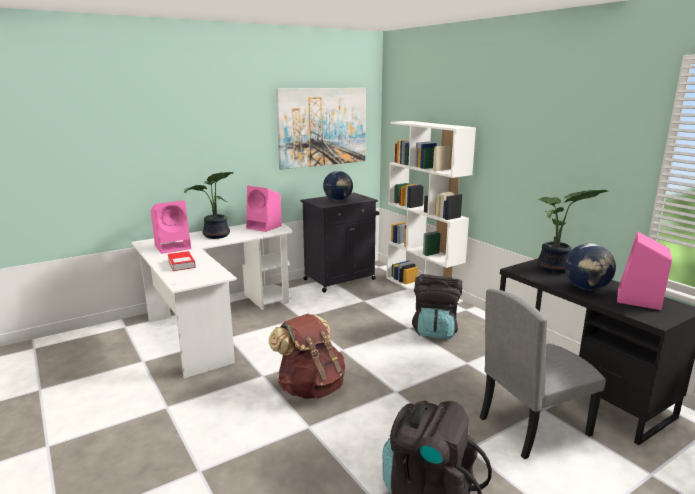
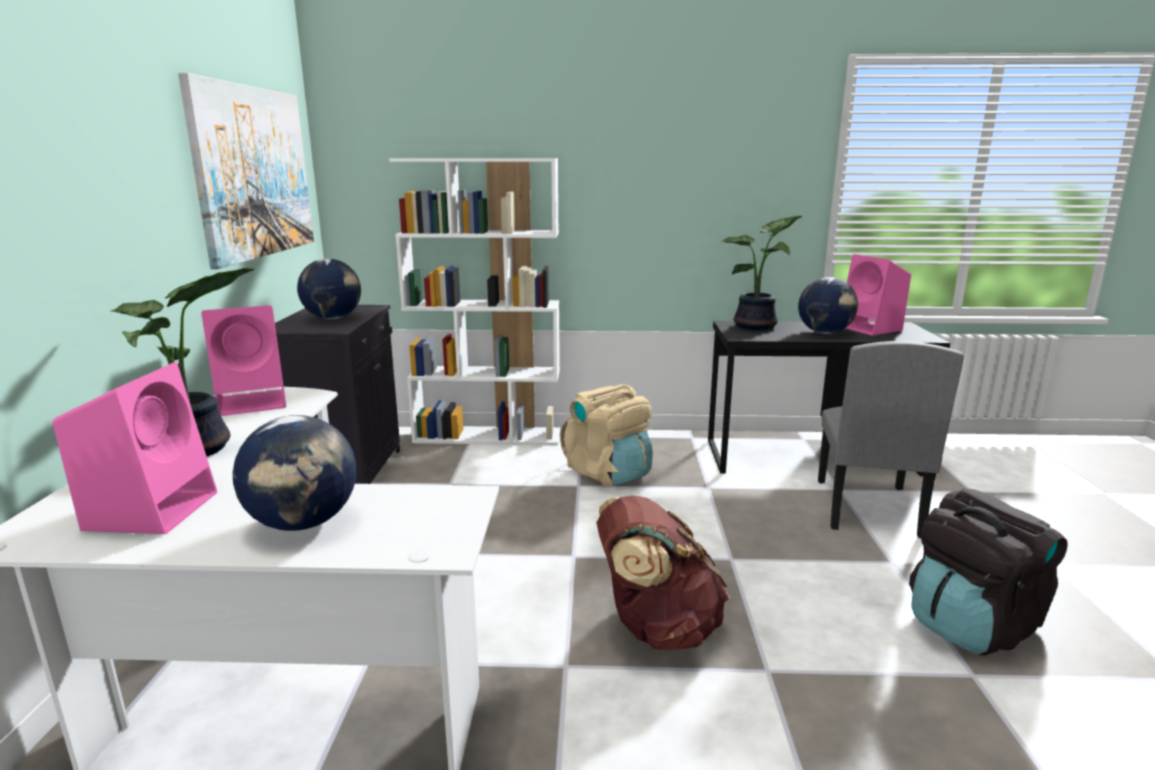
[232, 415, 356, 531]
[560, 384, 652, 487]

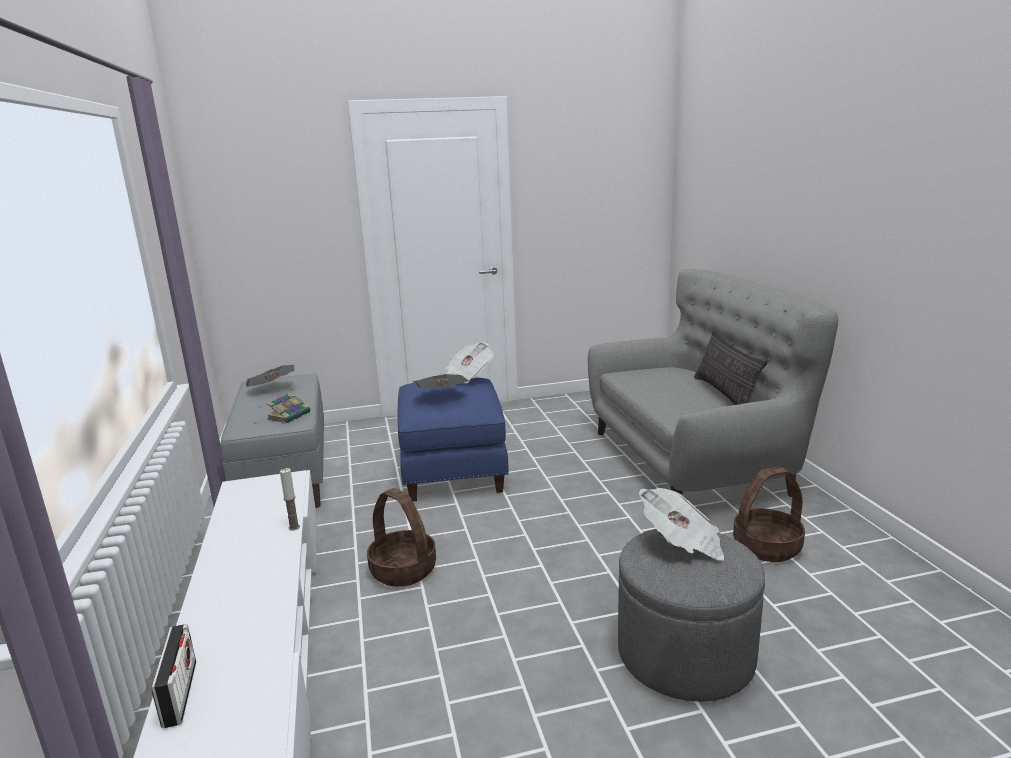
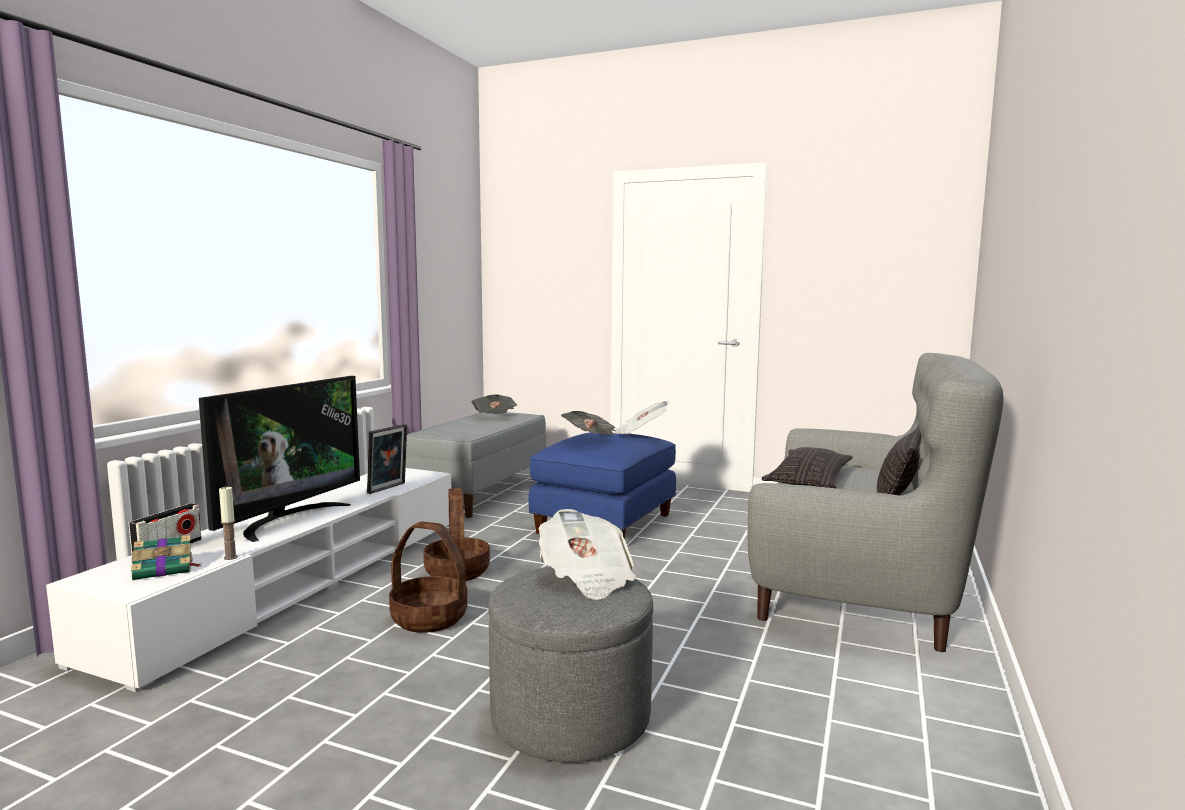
[199, 376, 360, 542]
[367, 424, 407, 494]
[762, 447, 853, 488]
[131, 535, 200, 581]
[219, 486, 238, 560]
[389, 521, 467, 633]

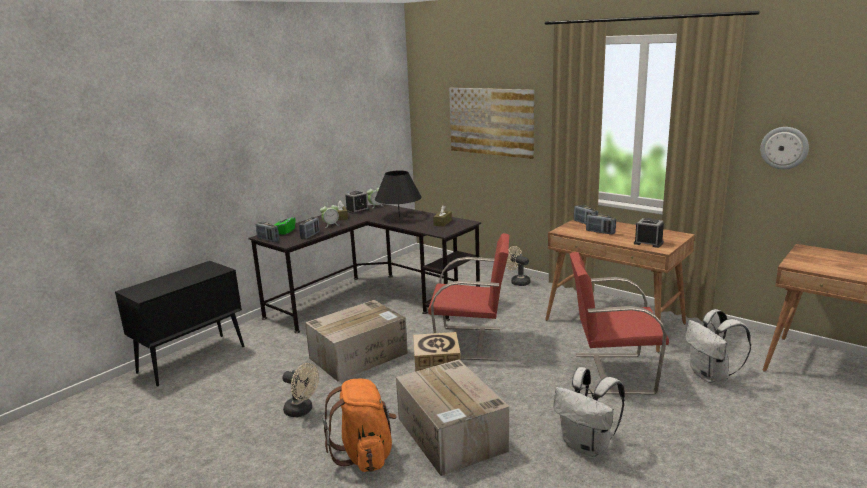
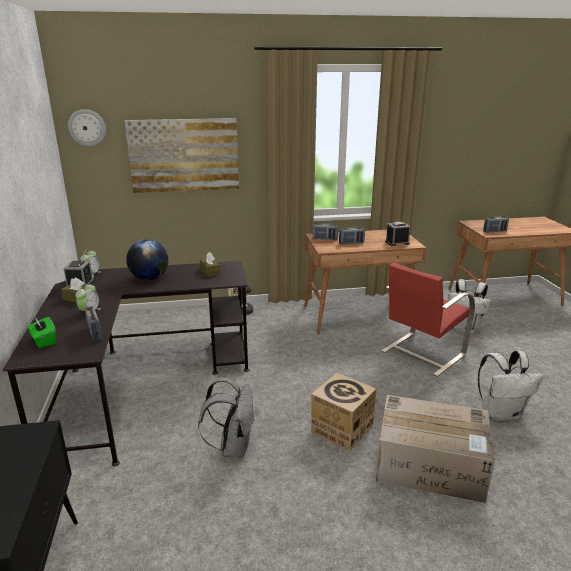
[282, 363, 319, 417] (first image)
[323, 378, 397, 472] (first image)
[428, 233, 509, 361] (first image)
[483, 216, 509, 233]
[68, 109, 106, 147]
[198, 378, 255, 458]
[126, 239, 169, 280]

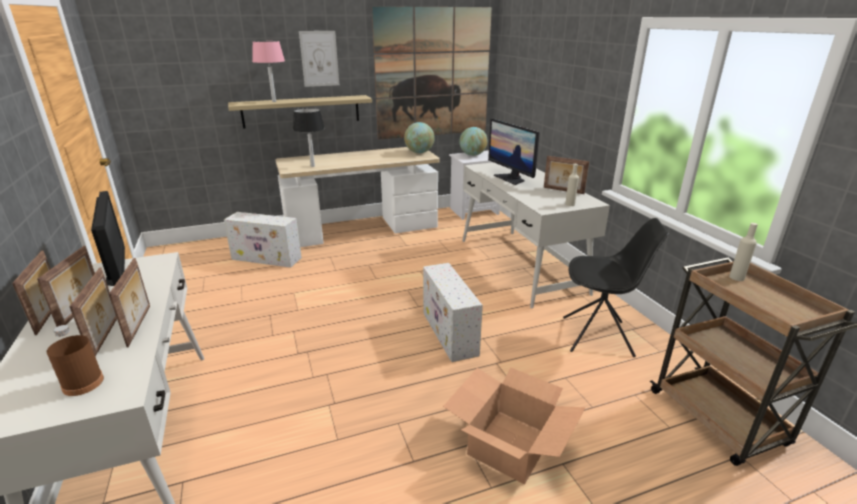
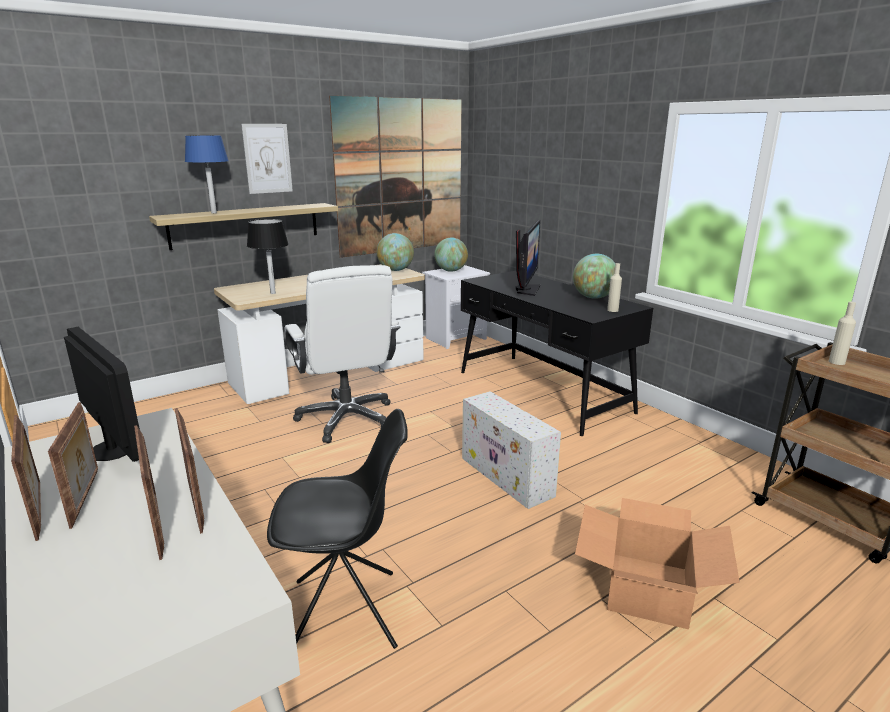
[47, 325, 104, 396] (first image)
[224, 212, 302, 267] (first image)
[284, 265, 400, 443]
[267, 409, 408, 649]
[573, 254, 615, 299]
[185, 136, 229, 214]
[461, 271, 653, 436]
[515, 220, 540, 296]

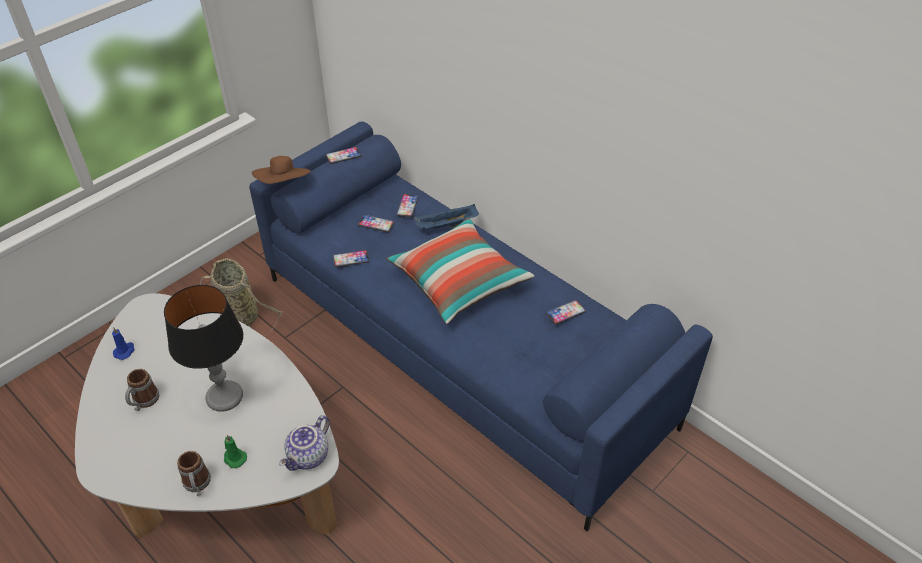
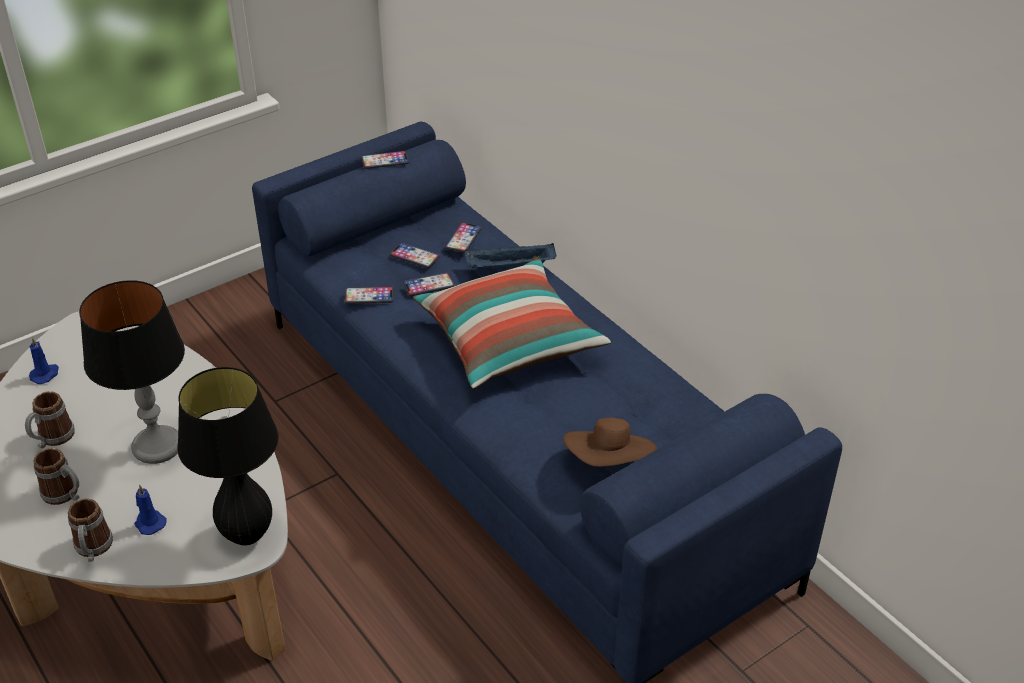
[200, 258, 282, 336] (first image)
[33, 448, 80, 505]
[563, 418, 657, 467]
[403, 273, 454, 296]
[177, 367, 279, 546]
[134, 484, 166, 535]

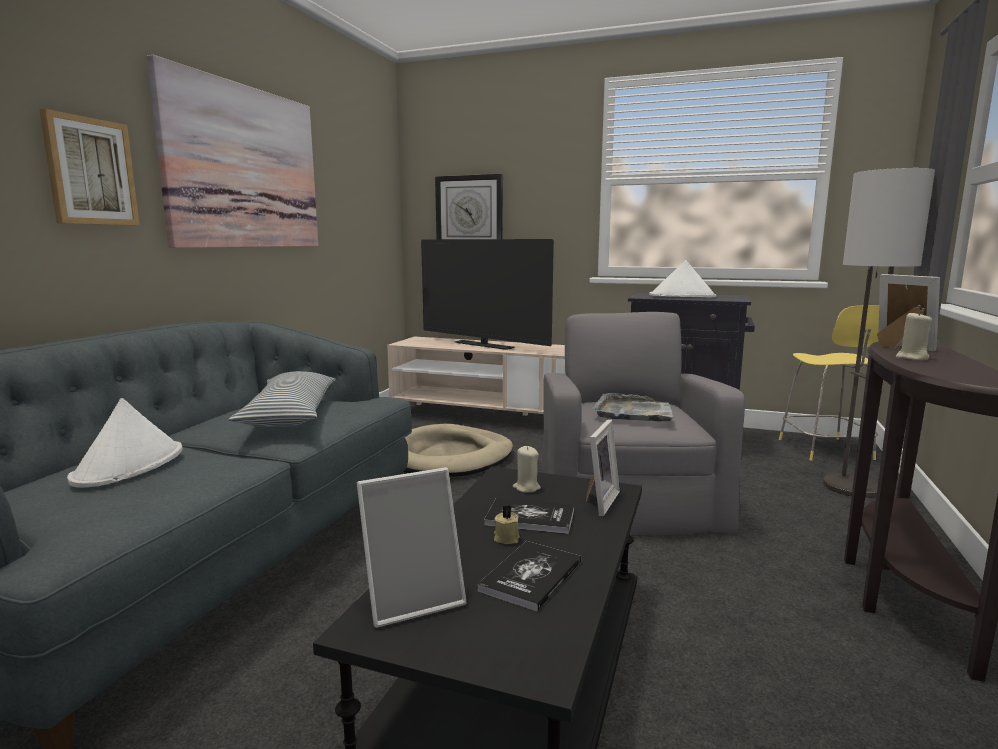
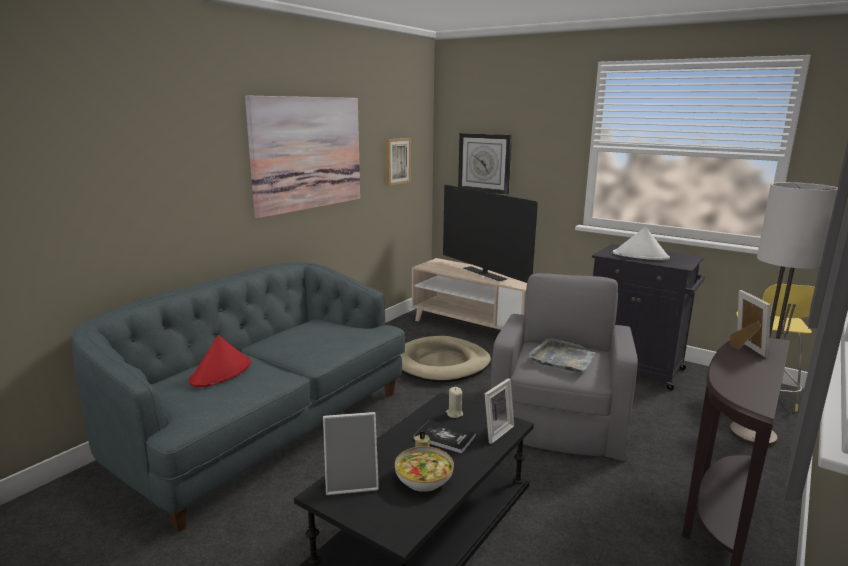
[229, 371, 336, 427] (first image)
[896, 311, 932, 360] (first image)
[386, 138, 411, 186]
[395, 446, 454, 492]
[189, 335, 251, 387]

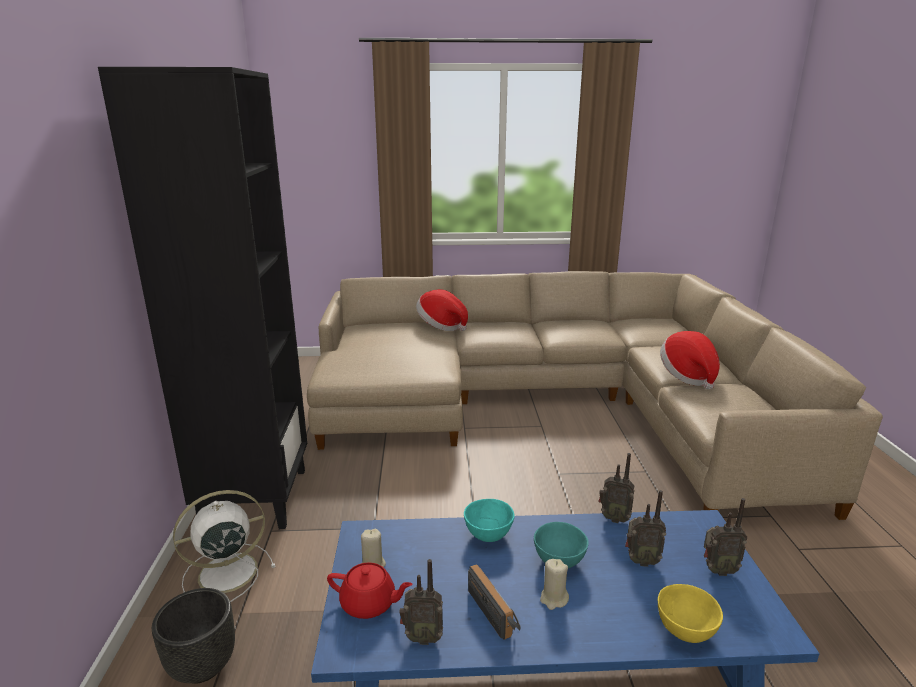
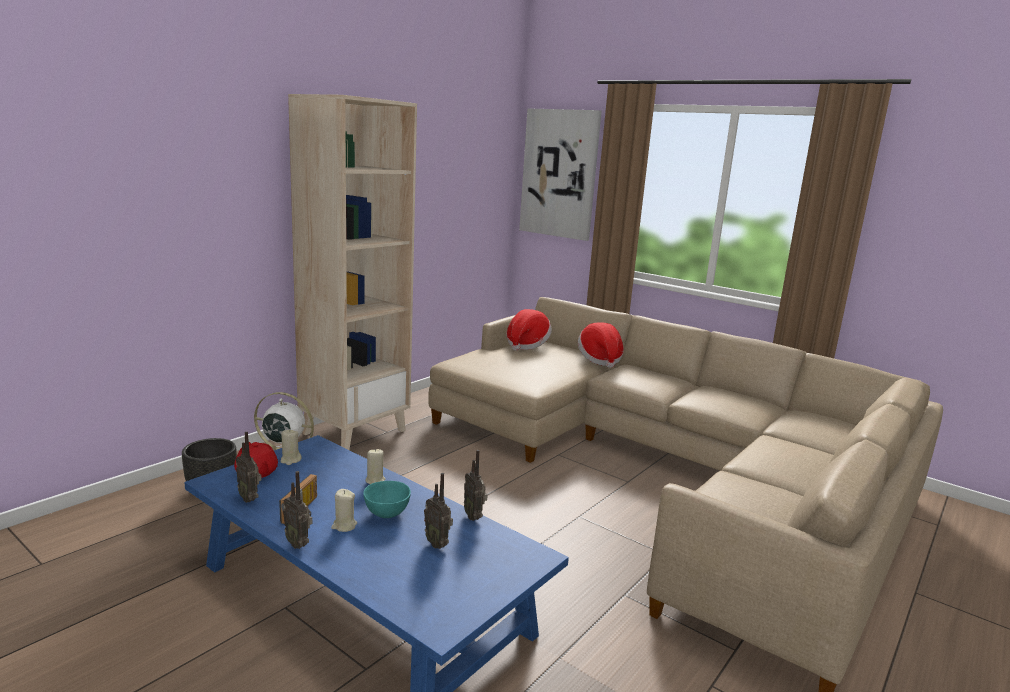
[658, 584, 723, 643] (first image)
[519, 108, 602, 241]
[506, 309, 552, 351]
[283, 471, 312, 549]
[365, 449, 386, 484]
[288, 94, 417, 450]

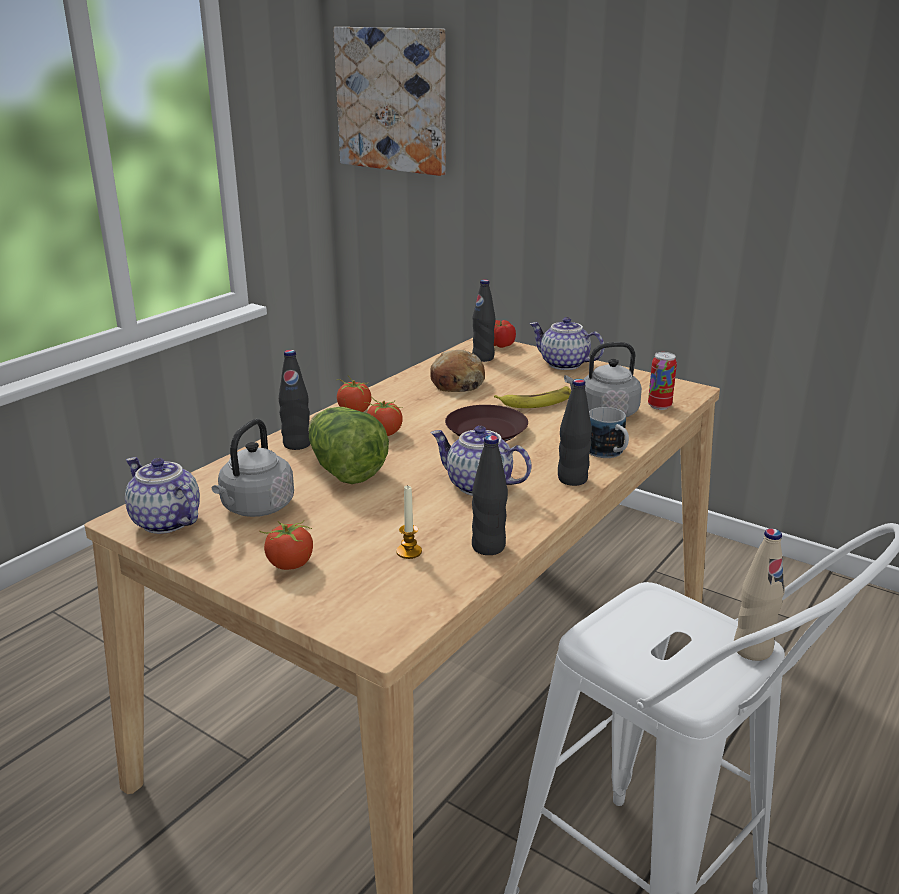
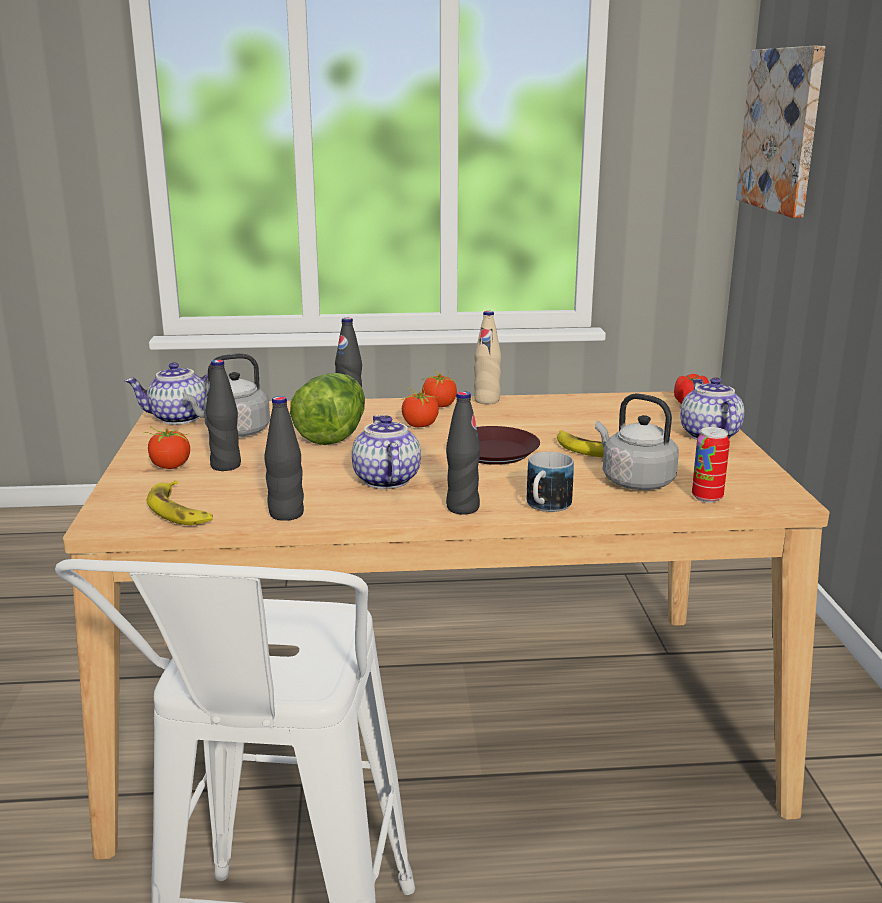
[396, 486, 422, 559] (first image)
[430, 350, 485, 392] (first image)
[147, 480, 213, 525]
[206, 360, 241, 471]
[474, 311, 501, 404]
[125, 362, 208, 425]

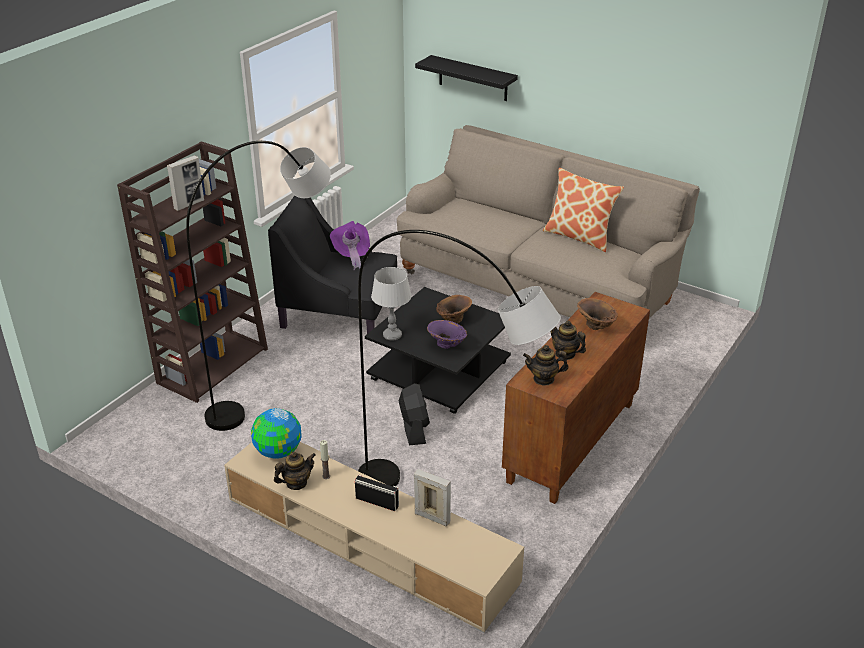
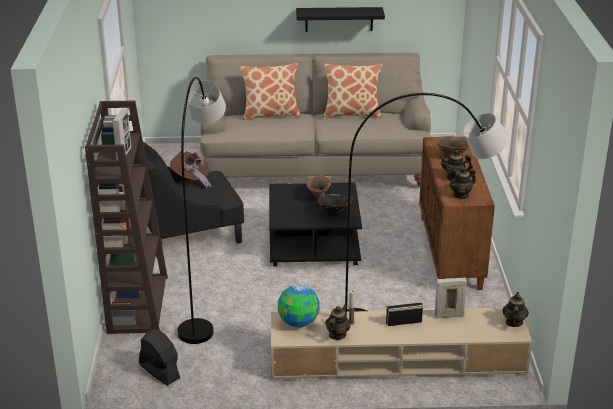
[371, 267, 411, 341] (first image)
[240, 63, 301, 120]
[502, 292, 529, 327]
[139, 329, 180, 385]
[296, 7, 385, 32]
[170, 151, 212, 189]
[318, 193, 354, 216]

